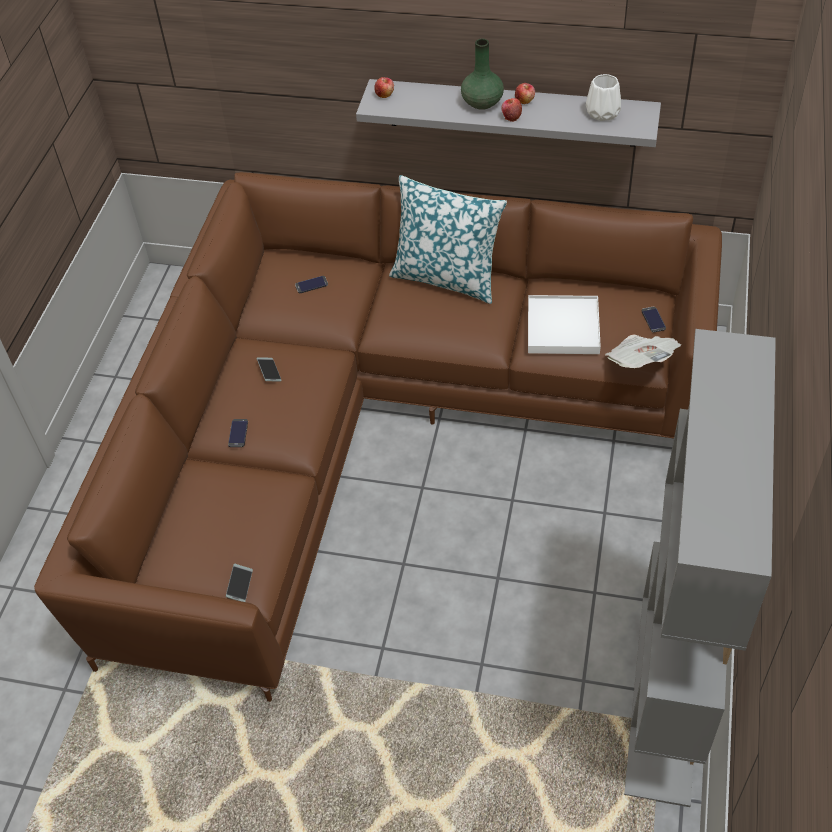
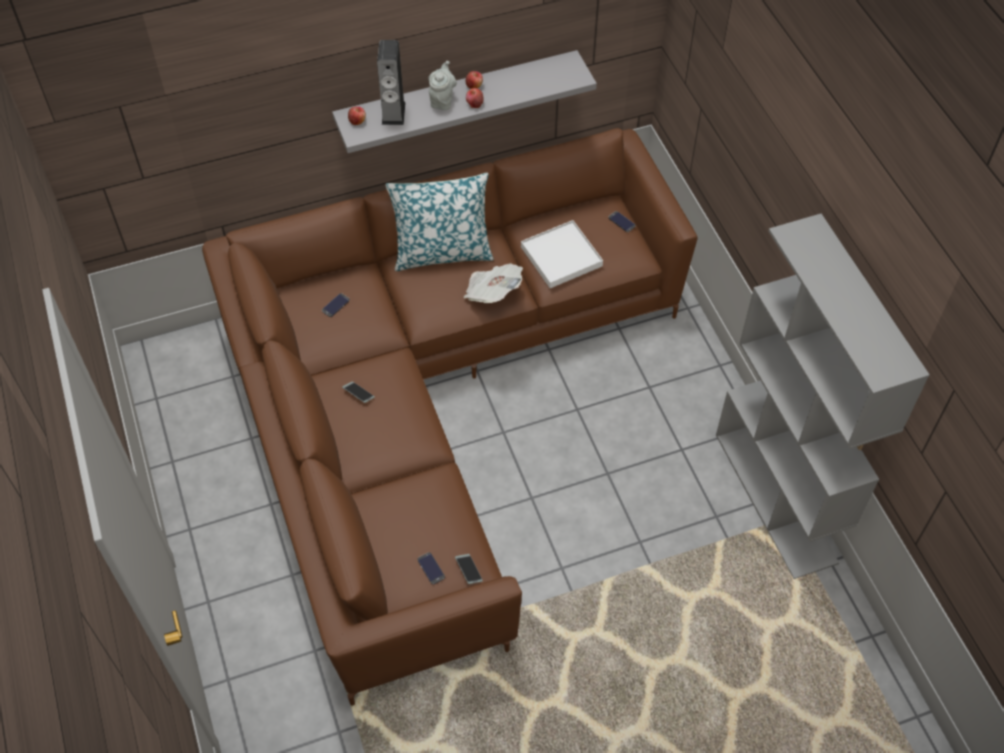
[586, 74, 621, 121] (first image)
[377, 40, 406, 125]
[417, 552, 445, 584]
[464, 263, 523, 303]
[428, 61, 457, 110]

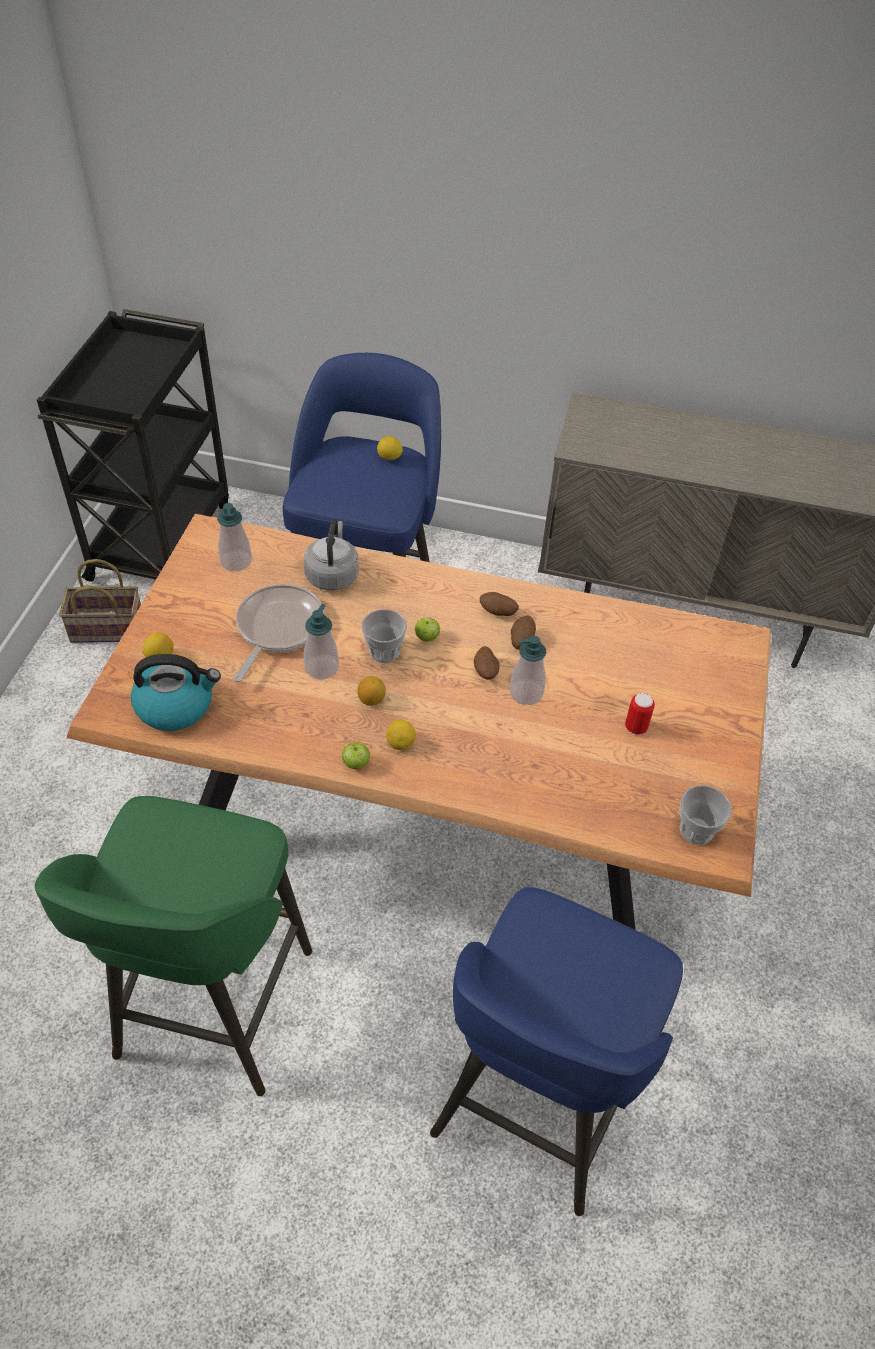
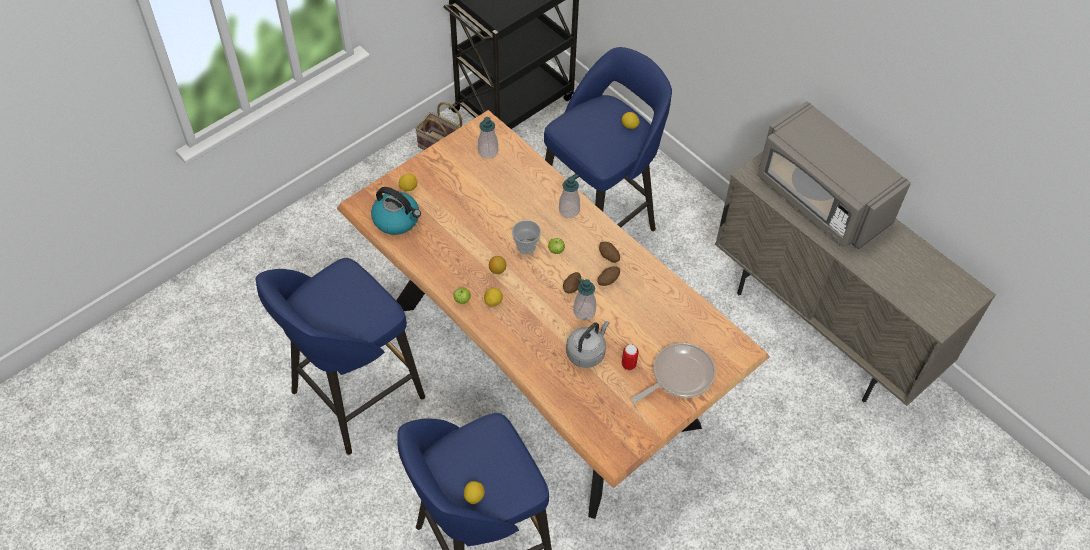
[679, 785, 732, 845] (first image)
[464, 481, 485, 504]
[758, 101, 911, 249]
[632, 343, 716, 403]
[566, 321, 609, 368]
[559, 174, 580, 218]
[255, 258, 425, 455]

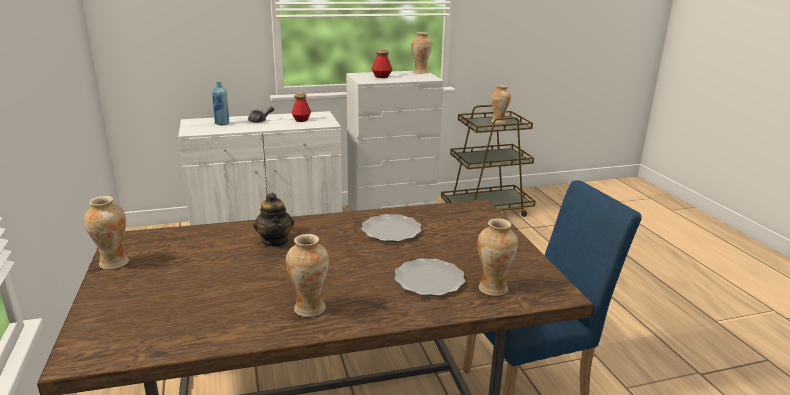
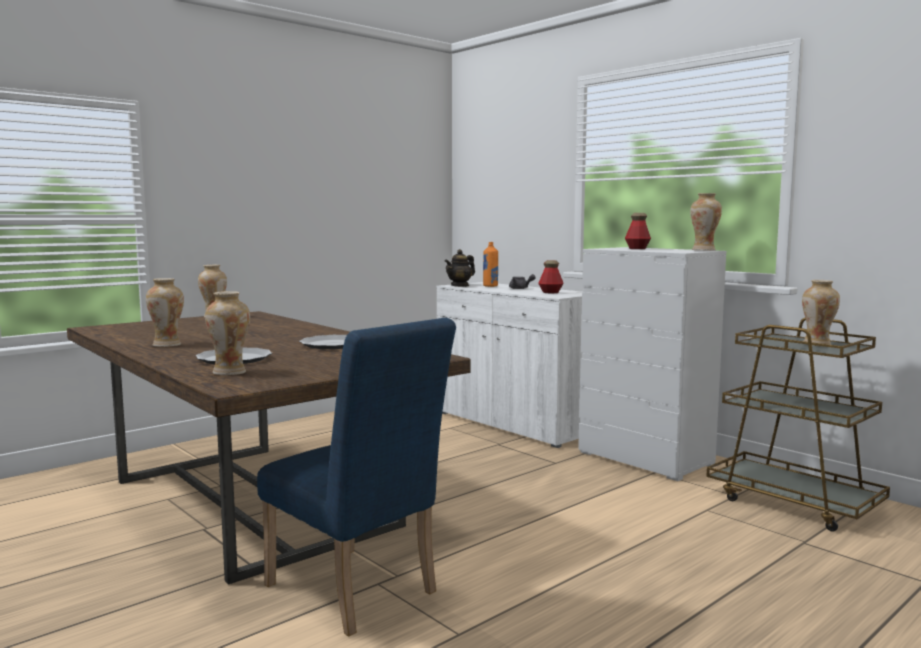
[445, 249, 475, 287]
[483, 242, 498, 287]

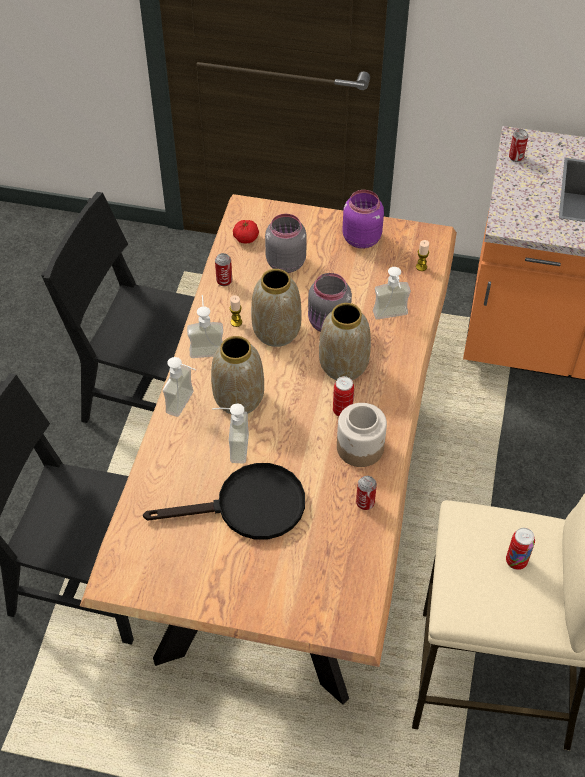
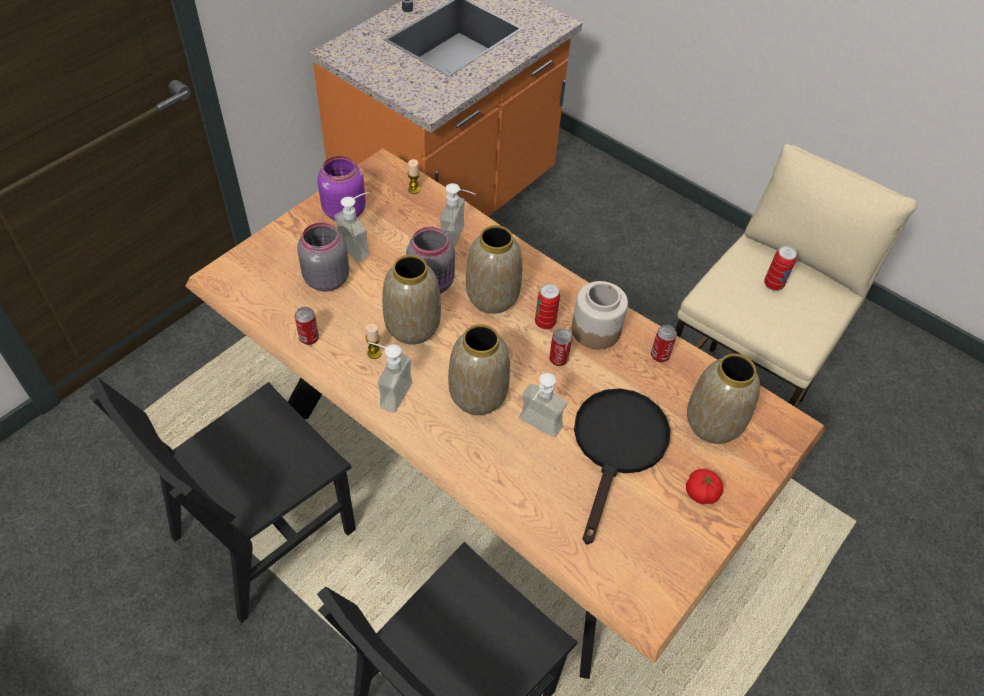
[687, 354, 760, 444]
[334, 192, 369, 262]
[686, 469, 723, 504]
[549, 328, 572, 366]

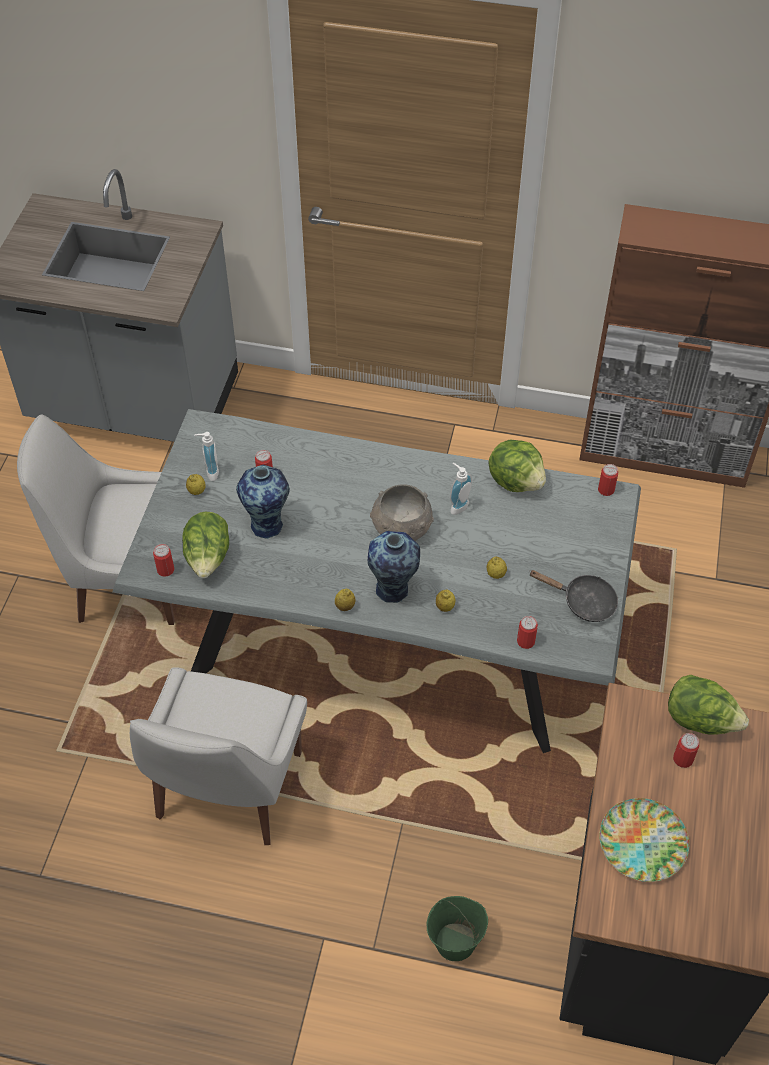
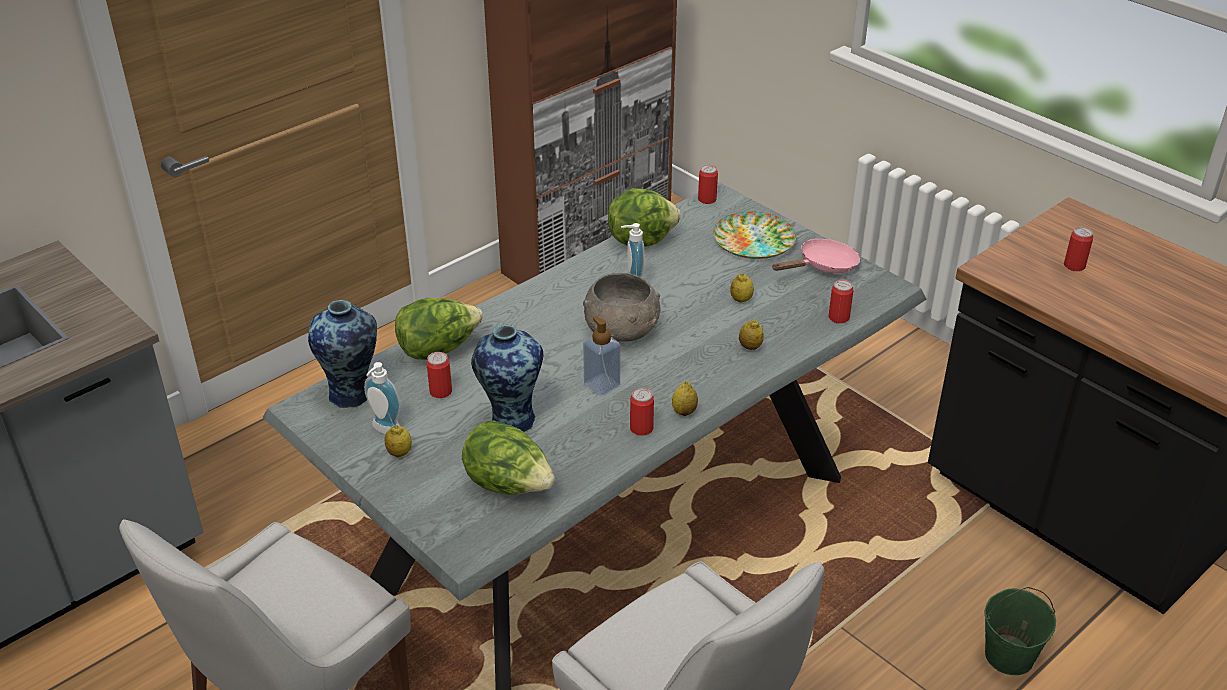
[583, 316, 620, 396]
[630, 388, 654, 436]
[308, 300, 377, 408]
[713, 211, 796, 259]
[395, 298, 483, 360]
[772, 239, 861, 273]

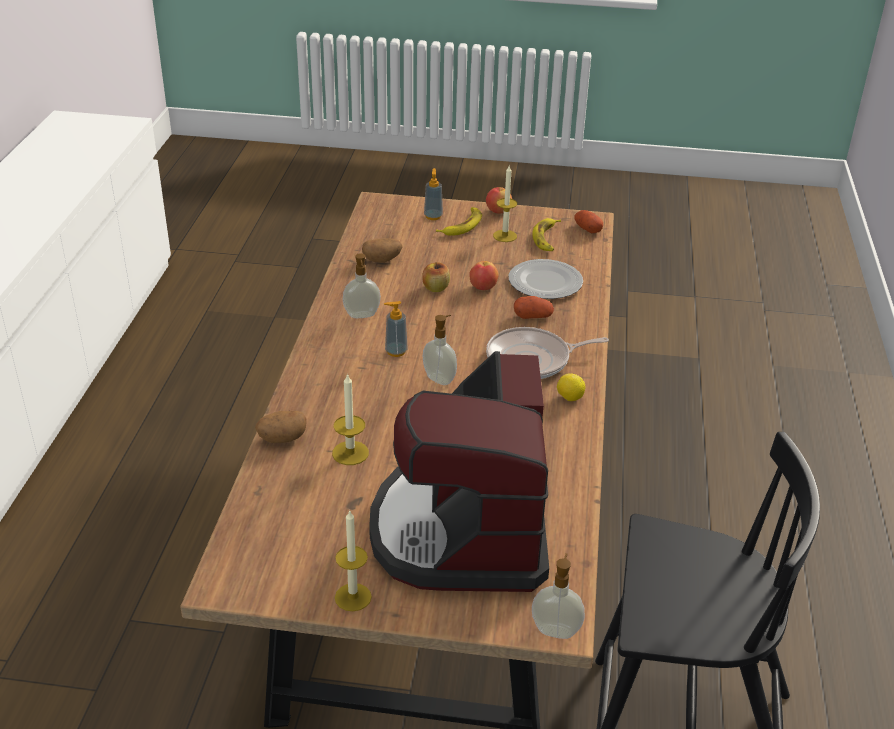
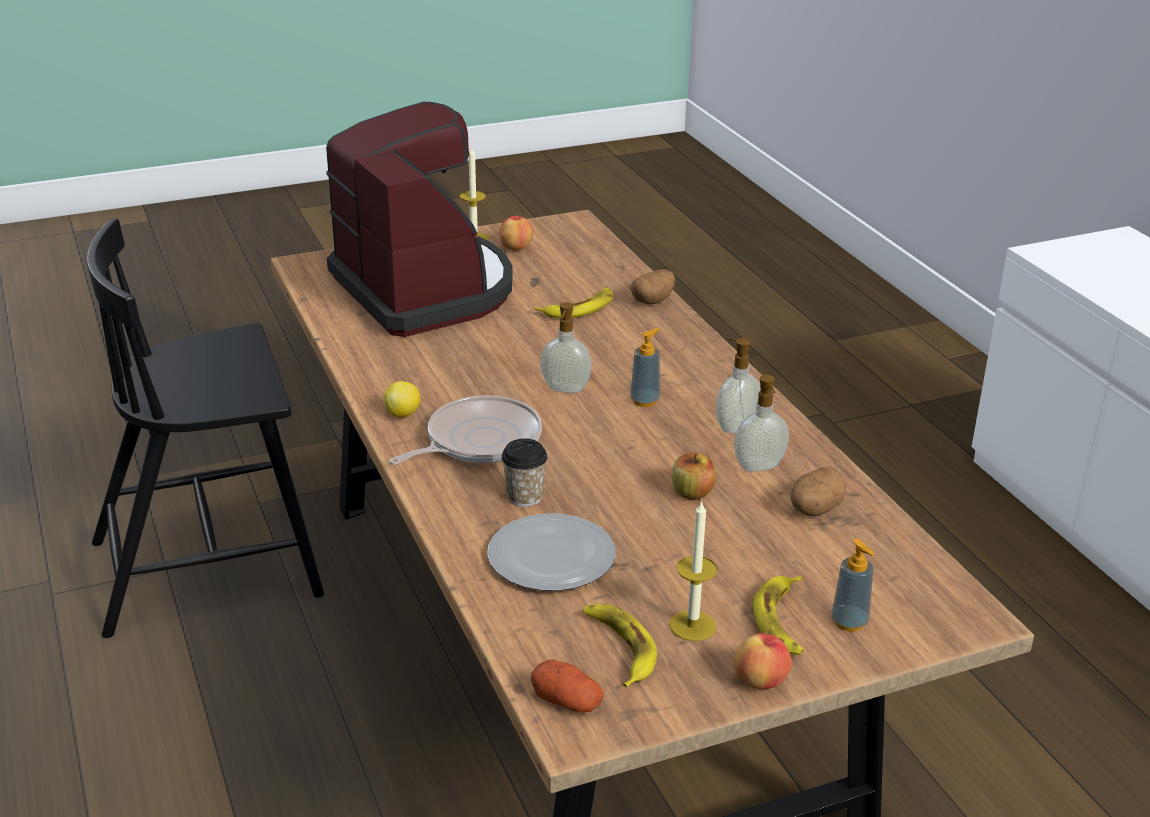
[499, 215, 533, 250]
[734, 375, 789, 472]
[535, 287, 613, 319]
[501, 439, 547, 507]

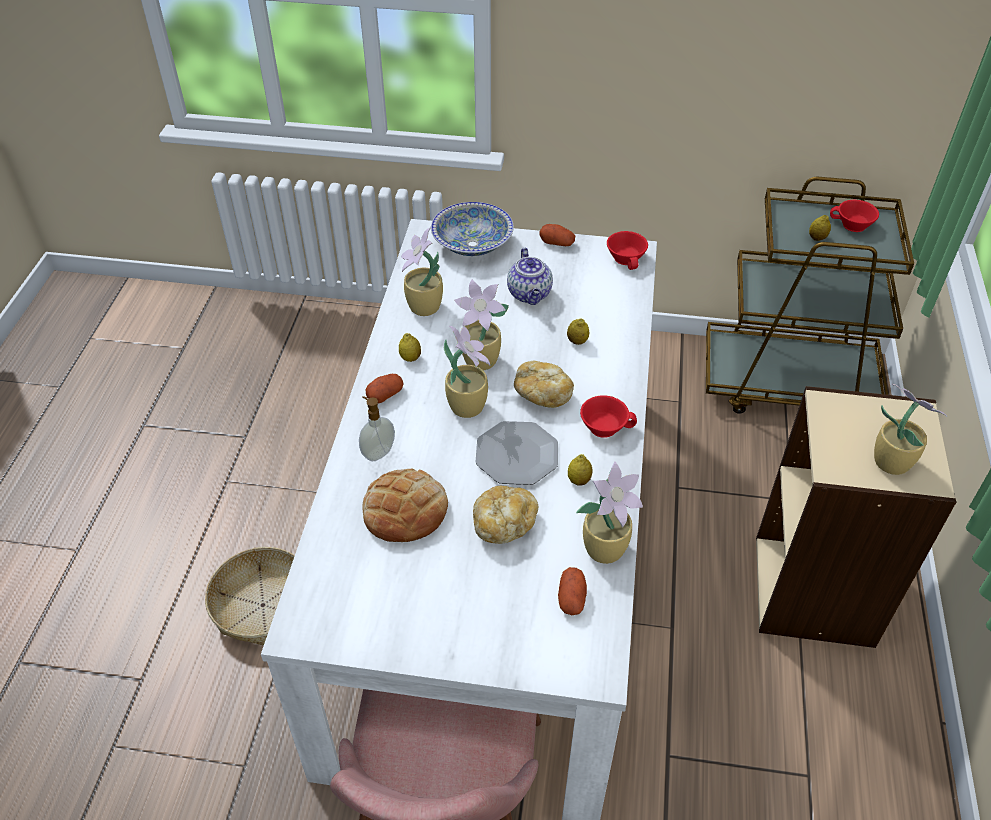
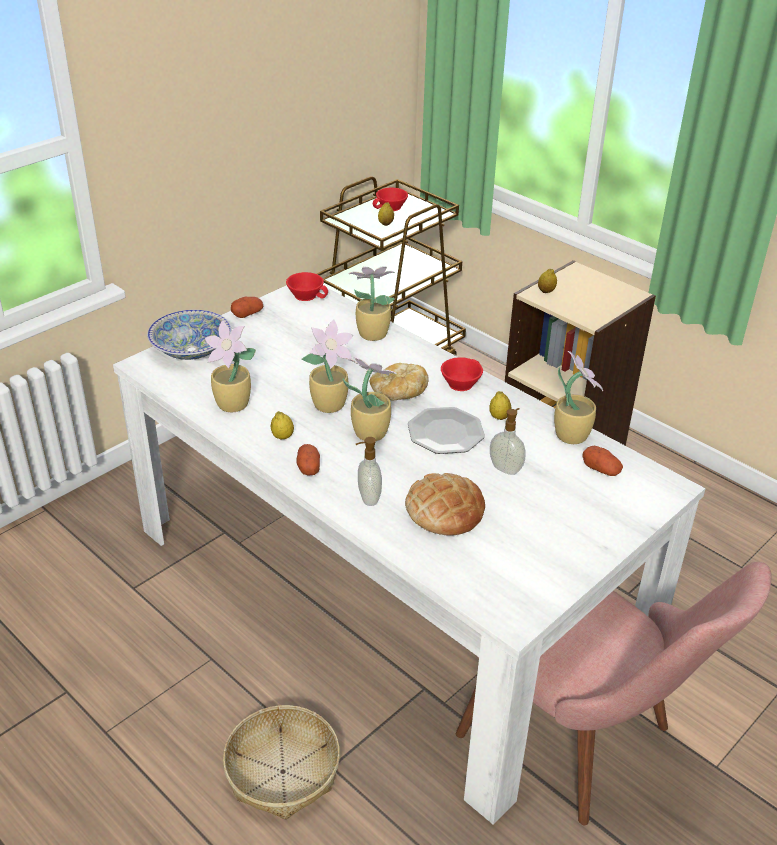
[507, 248, 553, 305] (first image)
[538, 268, 557, 293]
[349, 266, 395, 341]
[490, 408, 526, 475]

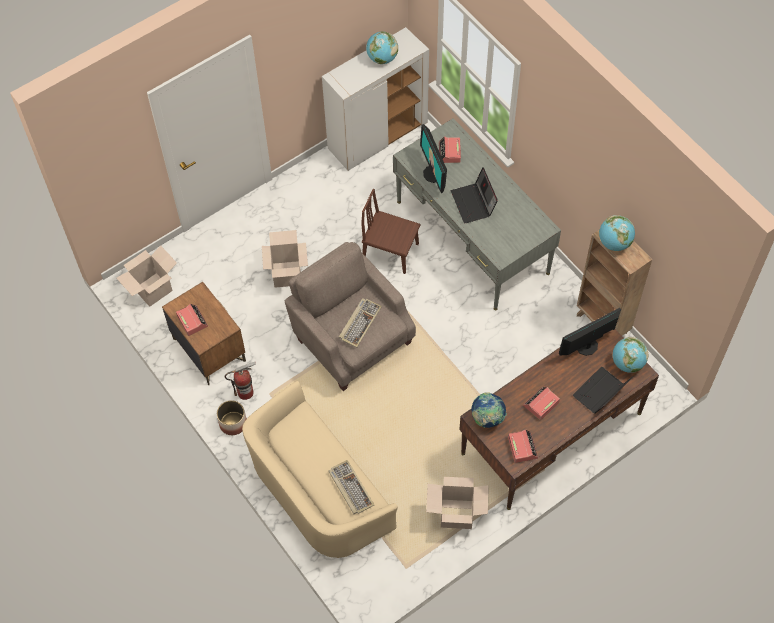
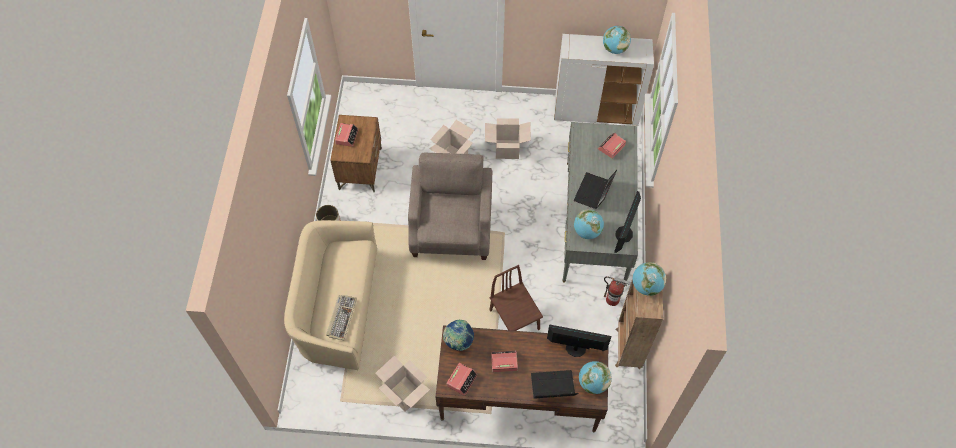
[339, 298, 382, 348] (first image)
[574, 209, 604, 239]
[485, 118, 531, 159]
[604, 276, 631, 306]
[489, 265, 543, 331]
[614, 191, 641, 253]

